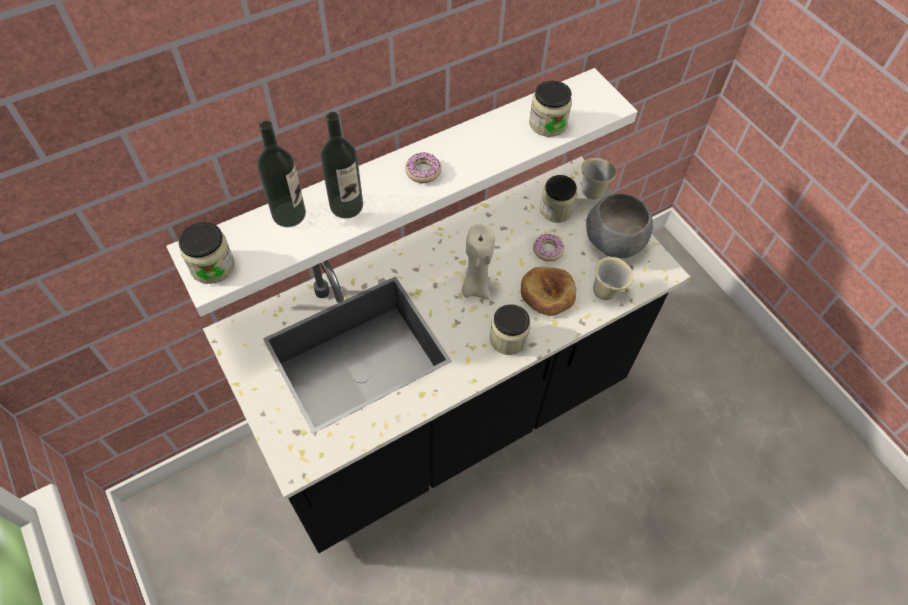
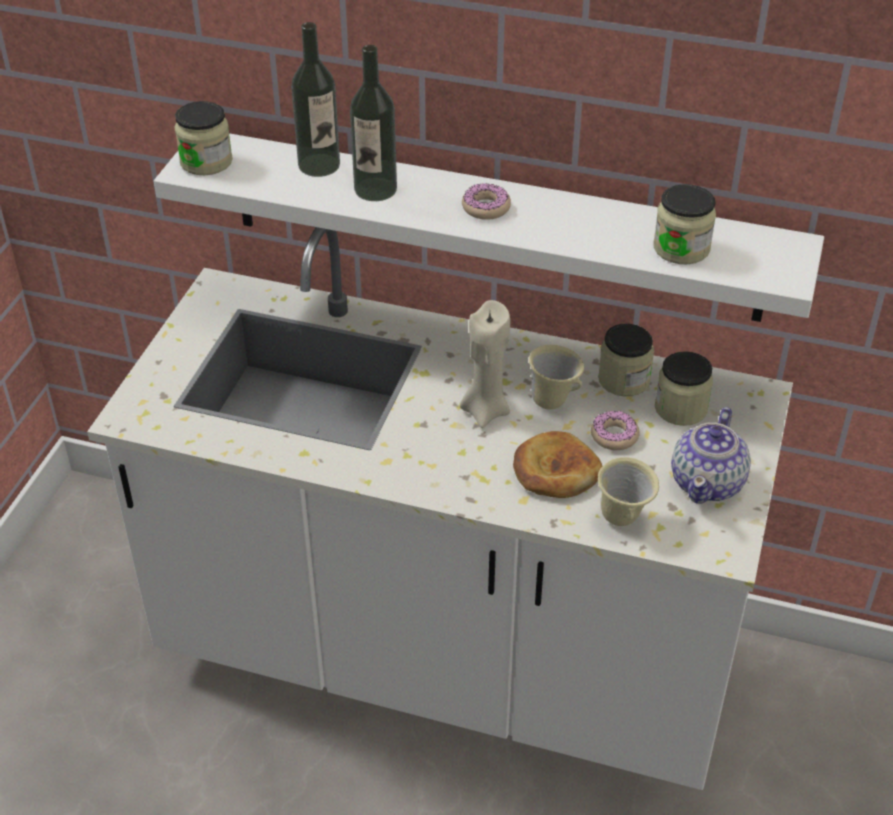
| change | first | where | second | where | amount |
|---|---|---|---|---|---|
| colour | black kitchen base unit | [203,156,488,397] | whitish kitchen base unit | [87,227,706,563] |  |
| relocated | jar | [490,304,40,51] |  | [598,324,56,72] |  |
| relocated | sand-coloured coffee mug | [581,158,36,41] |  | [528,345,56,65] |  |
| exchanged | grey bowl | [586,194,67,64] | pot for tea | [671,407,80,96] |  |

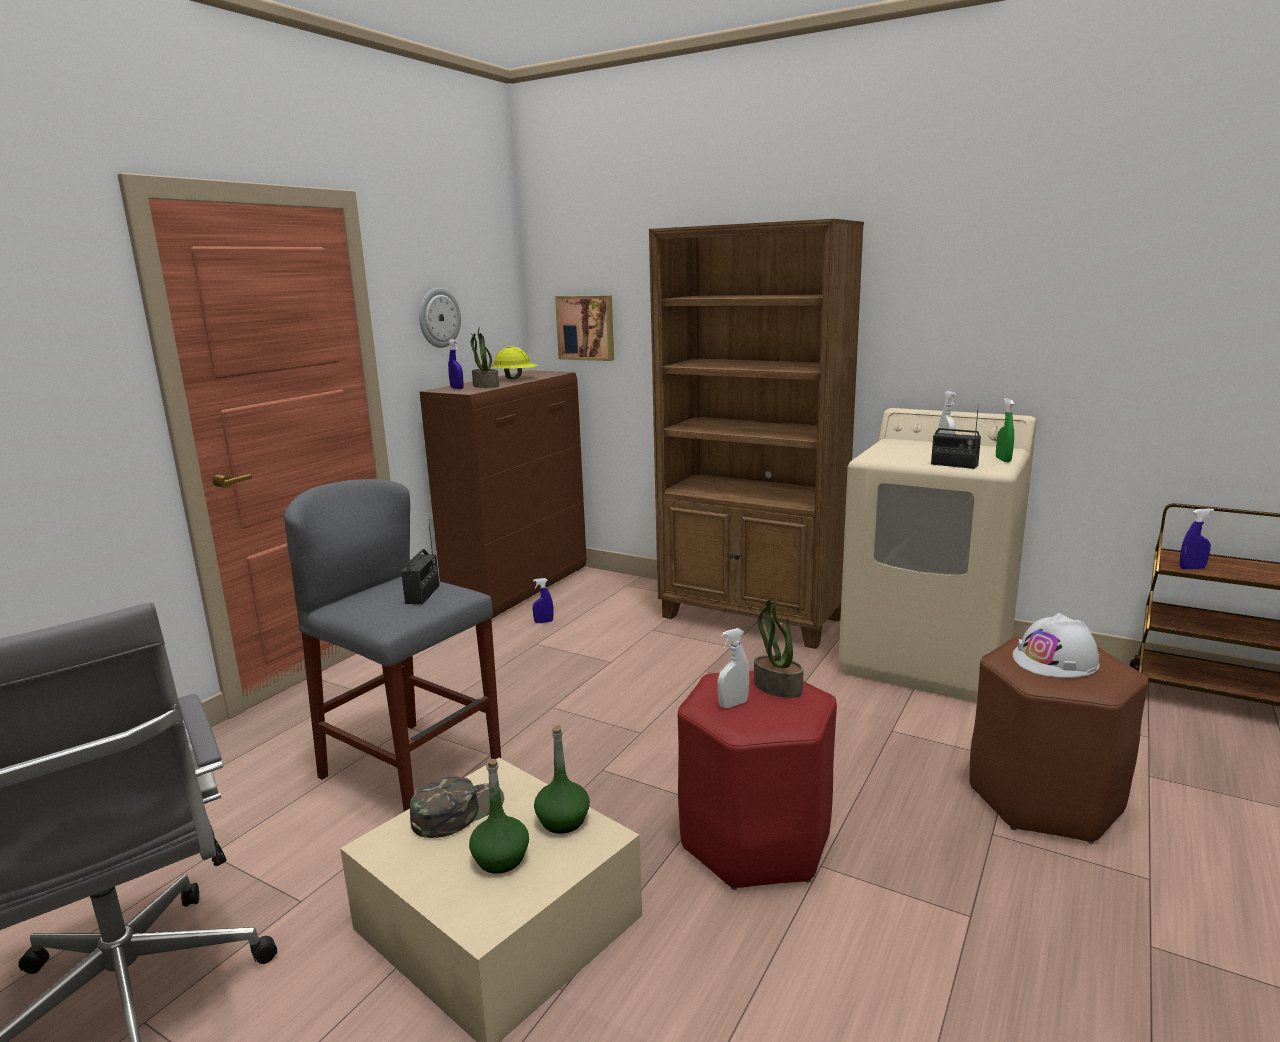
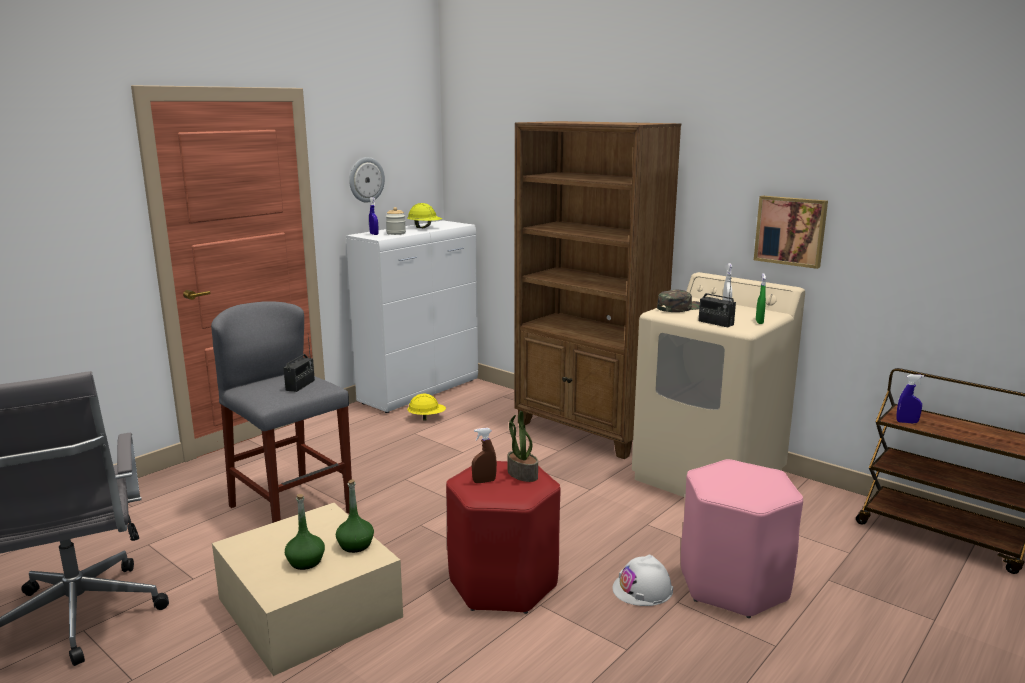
| change | first | where | second | where | amount |
|---|---|---|---|---|---|
| relocated | green cap | [410,776,94,62] |  | [657,289,43,23] |  |
| colour | brownish cupboard | [420,370,166,249] | whitish cupboard | [346,221,132,192] |  |
| exchanged | plant in a pot | [470,326,29,62] | jar | [386,207,20,28] |  |
| exchanged | blue-coloured sprayer | [533,578,20,45] | yellowish work helmet | [407,394,39,27] |  |
| relocated | wall picture | [555,295,59,66] |  | [754,196,74,73] |  |
| colour | whitish sprayer | [717,628,32,80] | brownish sprayer | [472,428,25,55] |  |
| colour | brownish stool | [969,636,179,208] | pinkish stool | [681,459,122,159] |  |
| relocated | whitish work helmet | [1012,613,87,65] |  | [612,555,61,51] |  |

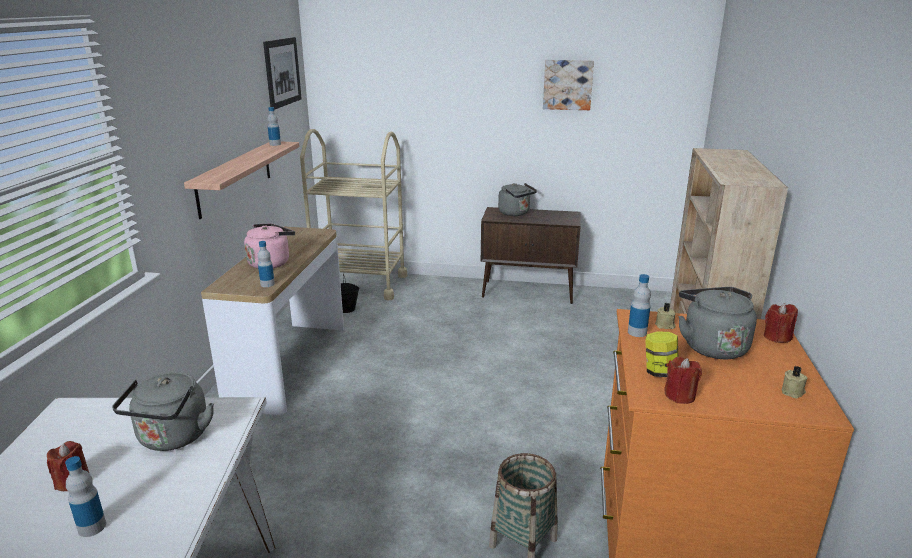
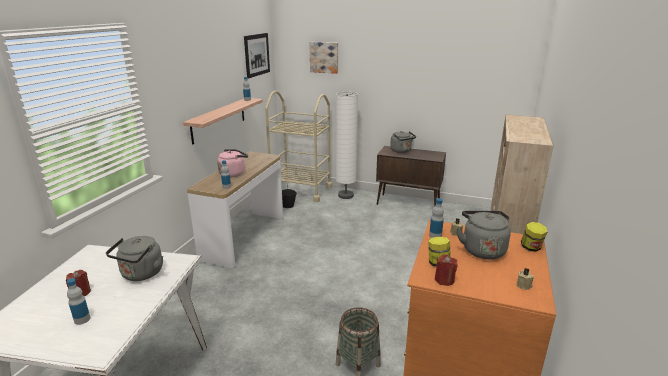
| change | first | where | second | where | amount |
|---|---|---|---|---|---|
| relocated | wall picture | [543,60,51,50] |  | [309,42,29,32] |  |
| exchanged | reddish wax candle | [764,303,34,40] | jar | [521,222,26,30] |  |
| appeared |  |  | whitish standard lamp | [336,92,22,107] |  |

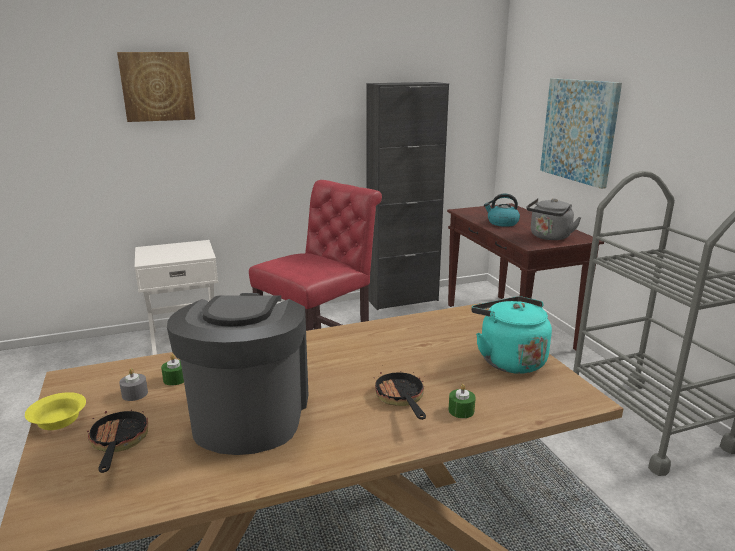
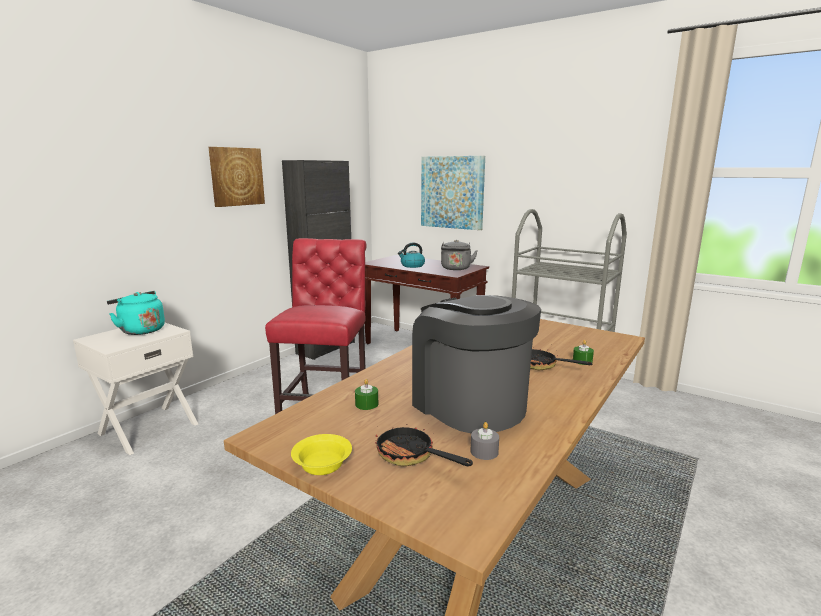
| change | first | where | second | where | amount |
|---|---|---|---|---|---|
| relocated | wall picture | [117,52,78,70] |  | [209,147,56,60] |  |
| relocated | grey wax candle | [119,368,29,33] |  | [471,422,28,38] |  |
| relocated | blue-green water kettle | [471,296,81,78] |  | [107,291,58,44] |  |

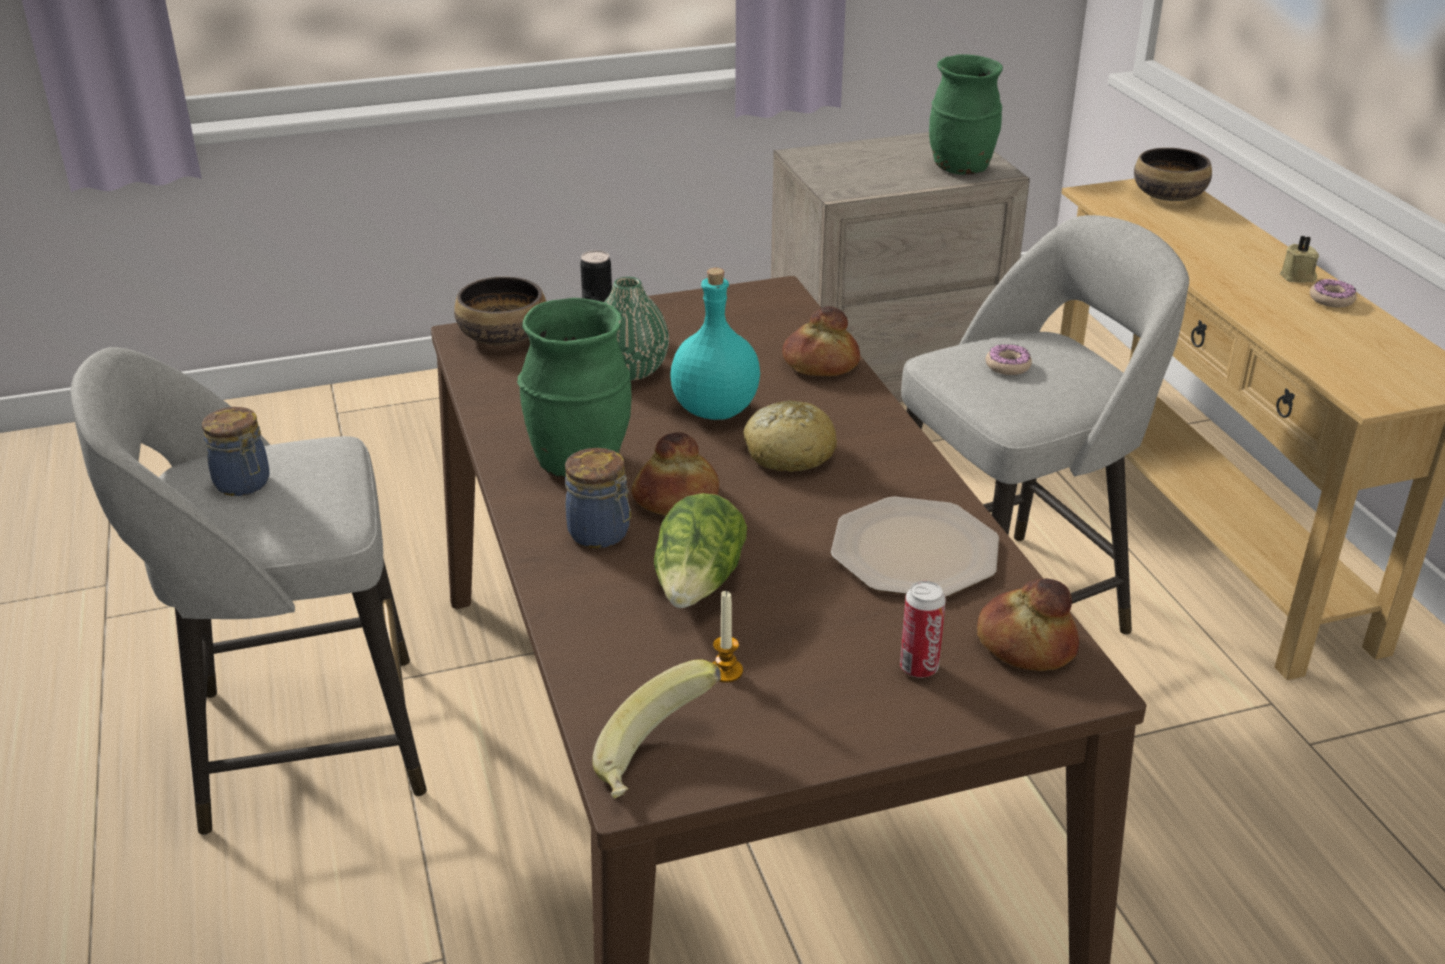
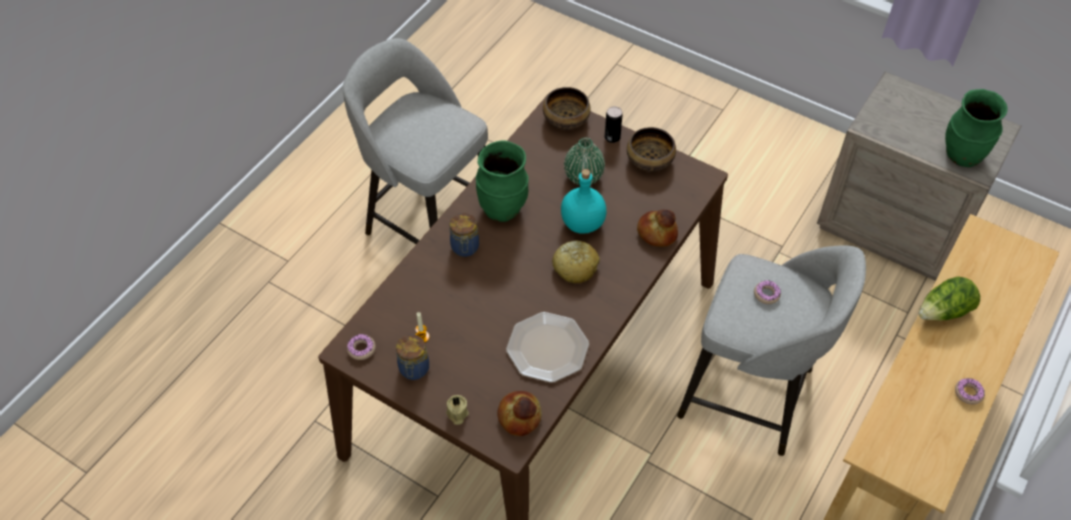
| change | first | where | second | where | amount |
|---|---|---|---|---|---|
| relocated | jar | [202,407,68,89] |  | [396,334,33,46] |  |
| exchanged | banana fruit | [592,659,129,140] | donut | [347,334,29,26] |  |
| missing | bread | [631,432,88,84] |  |  |  |
| relocated | lettuce head | [654,493,93,115] |  | [918,276,62,44] |  |
| missing | sealed can | [900,581,46,97] |  |  |  |
| relocated | bowl | [1134,148,78,53] |  | [627,127,49,45] |  |
| relocated | sand-coloured wax candle | [1280,236,39,47] |  | [446,395,23,30] |  |

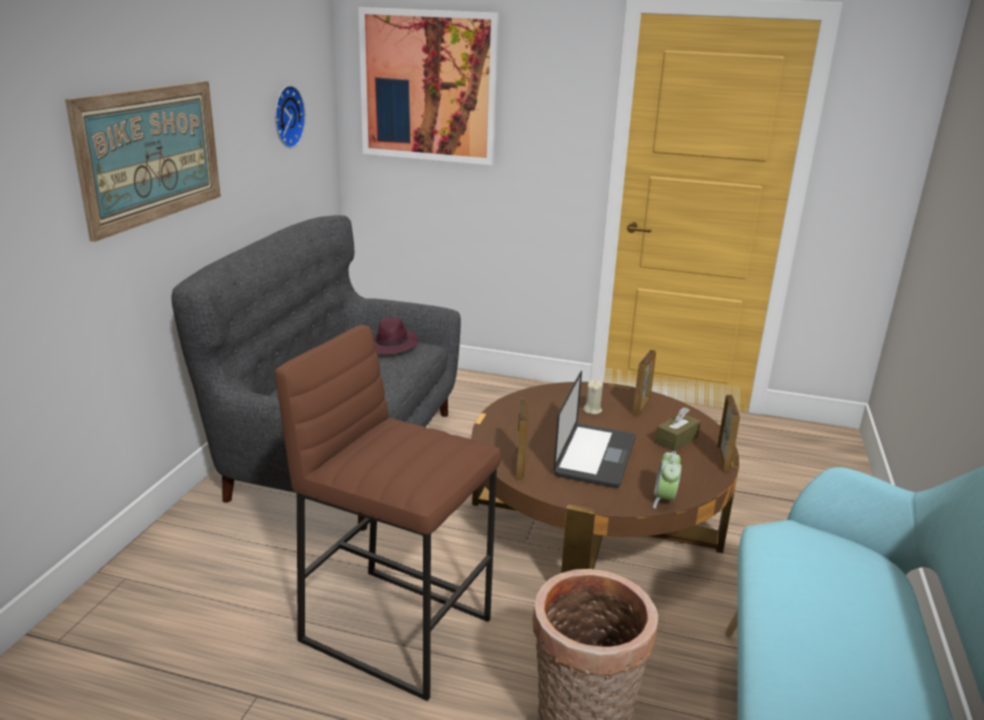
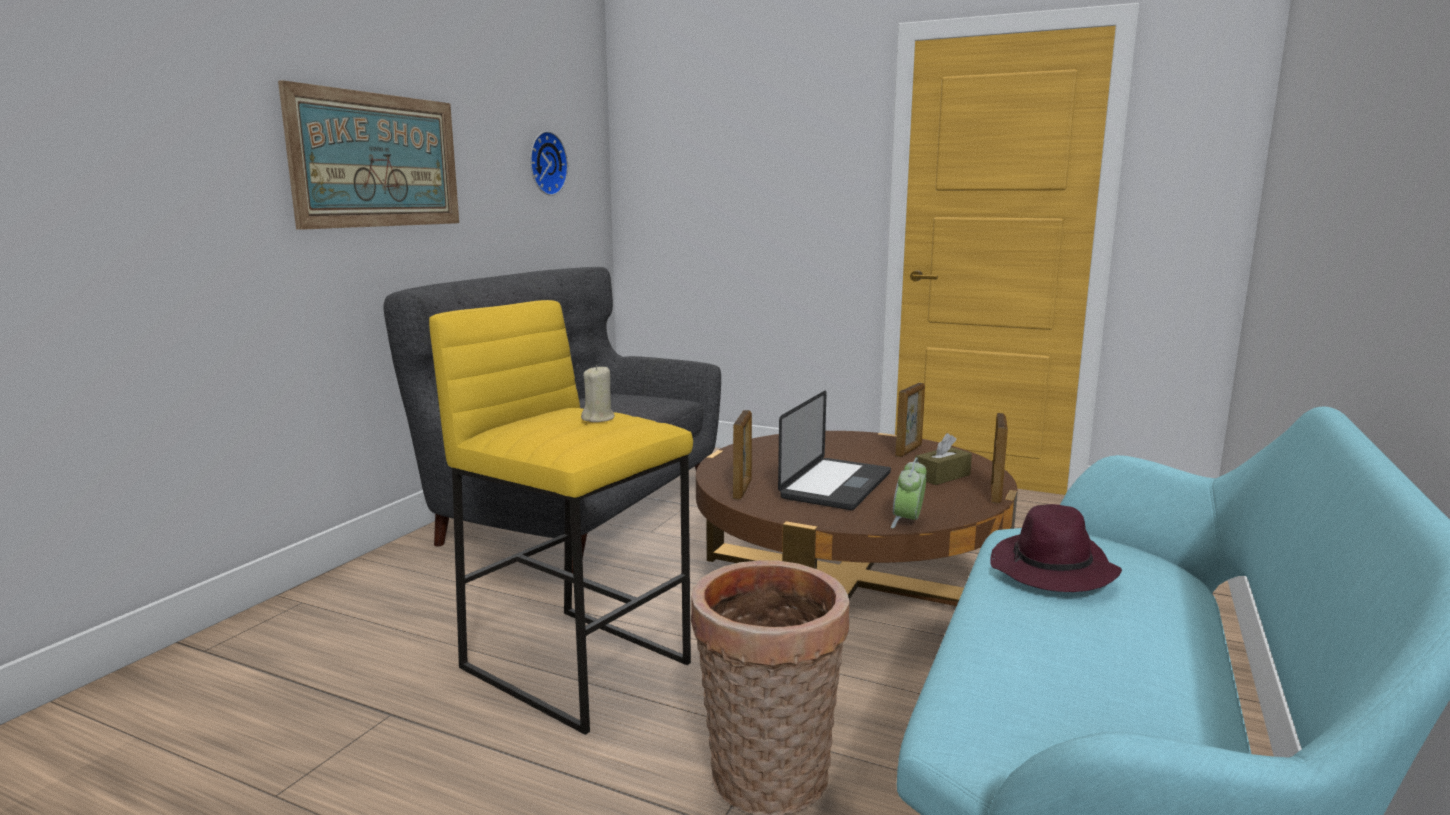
| change | first | where | second | where | amount |
|---|---|---|---|---|---|
| colour | brownish stool | [275,325,227,376] | yellowish stool | [429,300,264,435] |  |
| missing | wall picture | [358,7,141,158] |  |  |  |
| relocated | purple-coloured hat | [373,317,45,37] |  | [991,504,131,88] |  |
| relocated | sand-coloured wax candle | [583,380,20,35] |  | [581,365,34,57] |  |

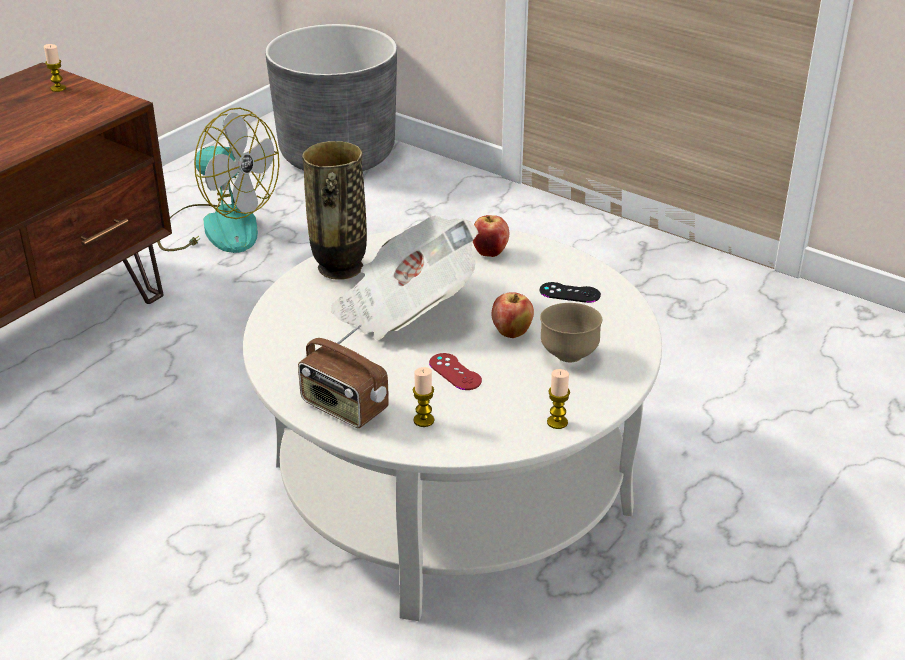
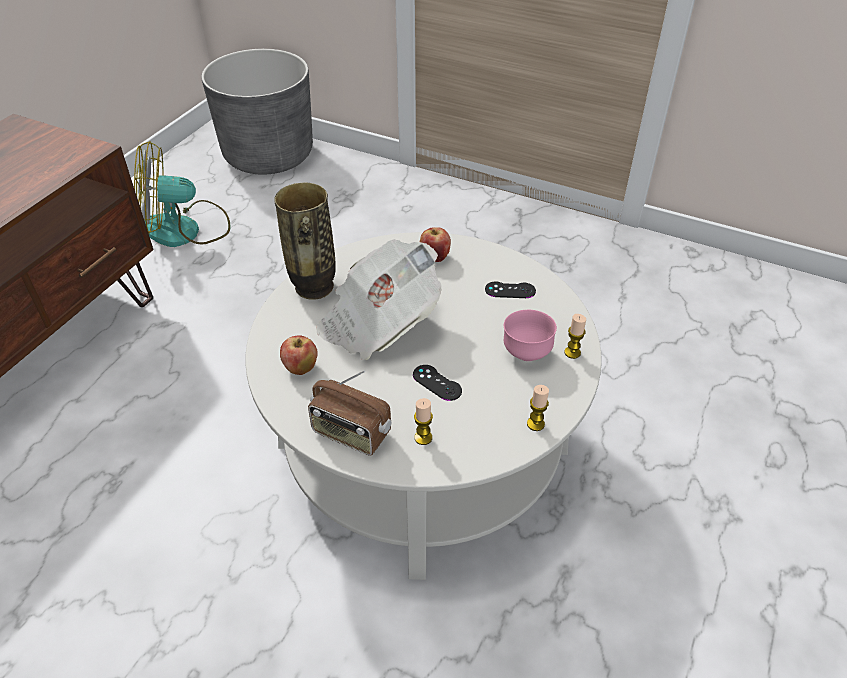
| change | first | where | second | where | amount |
|---|---|---|---|---|---|
| relocated | wax candle | [44,44,22,48] |  | [564,314,22,45] |  |
| spun | electric fan | [157,108,122,145] |  | [134,141,97,106] | 150 degrees clockwise |
| colour | reddish gamepad | [429,353,53,37] | black gamepad | [413,365,49,36] |  |
| relocated | apple | [492,292,42,46] |  | [280,335,38,40] |  |
| colour | brownish bowl | [540,303,62,59] | pinkish bowl | [504,310,53,51] |  |

